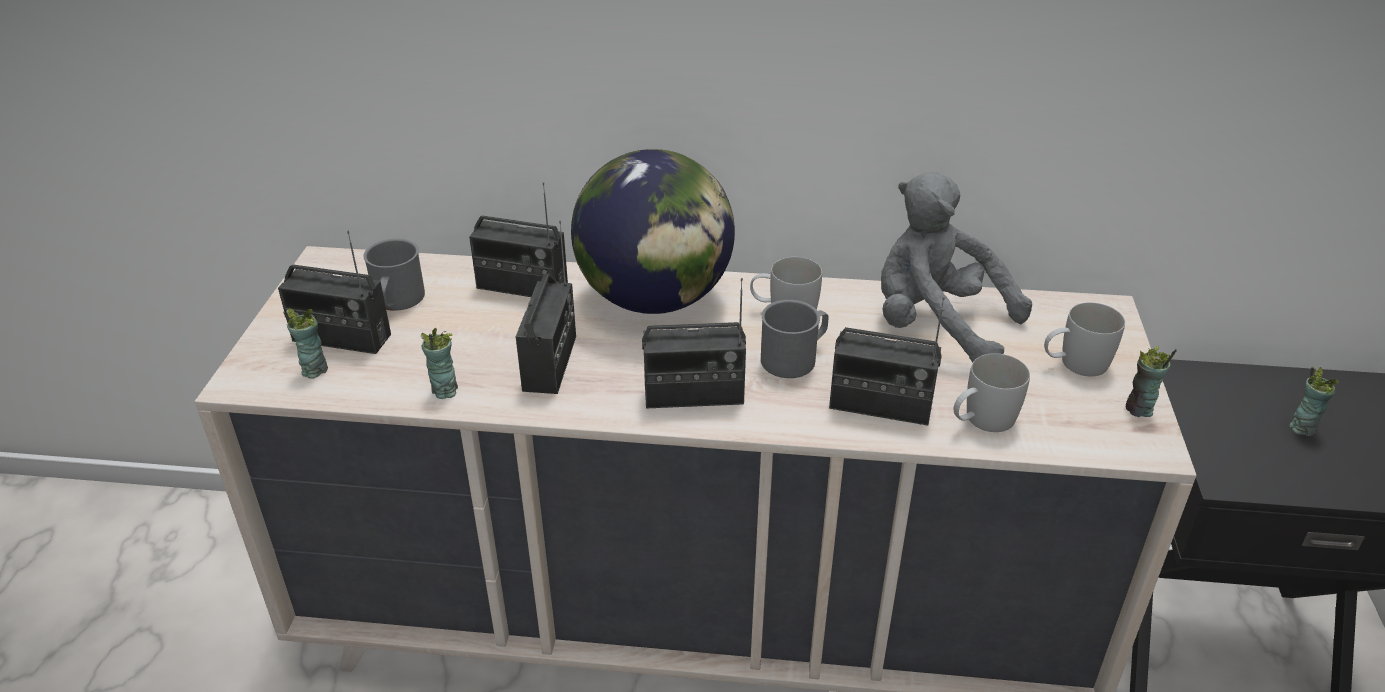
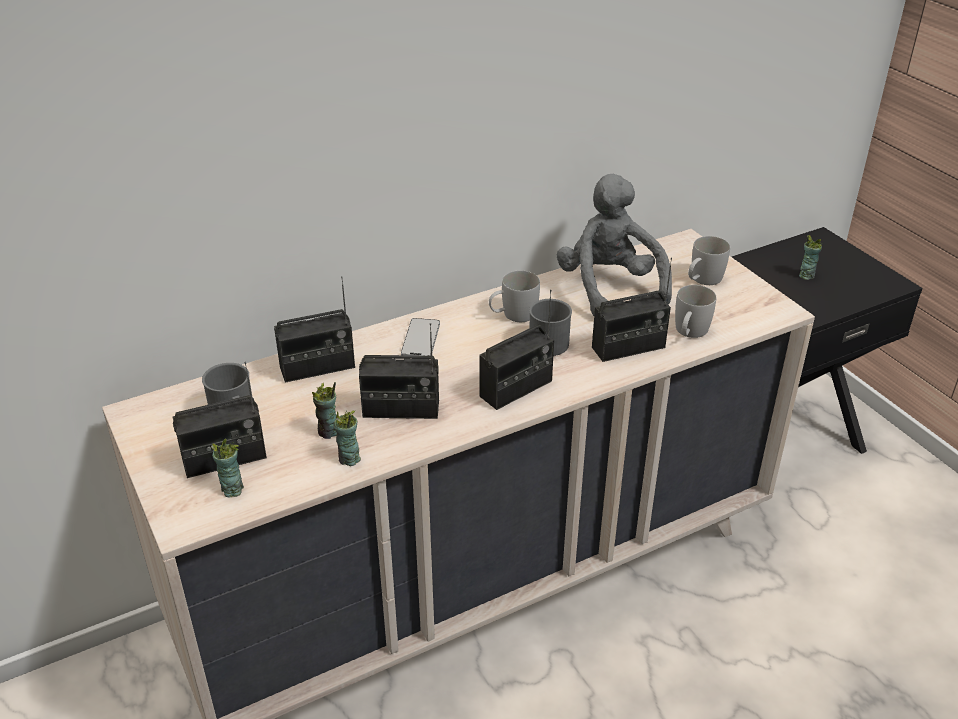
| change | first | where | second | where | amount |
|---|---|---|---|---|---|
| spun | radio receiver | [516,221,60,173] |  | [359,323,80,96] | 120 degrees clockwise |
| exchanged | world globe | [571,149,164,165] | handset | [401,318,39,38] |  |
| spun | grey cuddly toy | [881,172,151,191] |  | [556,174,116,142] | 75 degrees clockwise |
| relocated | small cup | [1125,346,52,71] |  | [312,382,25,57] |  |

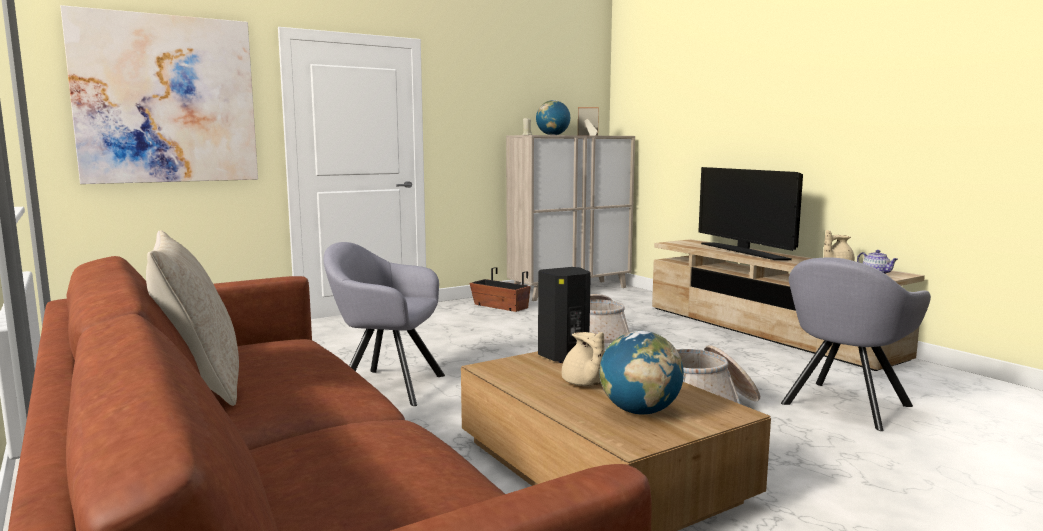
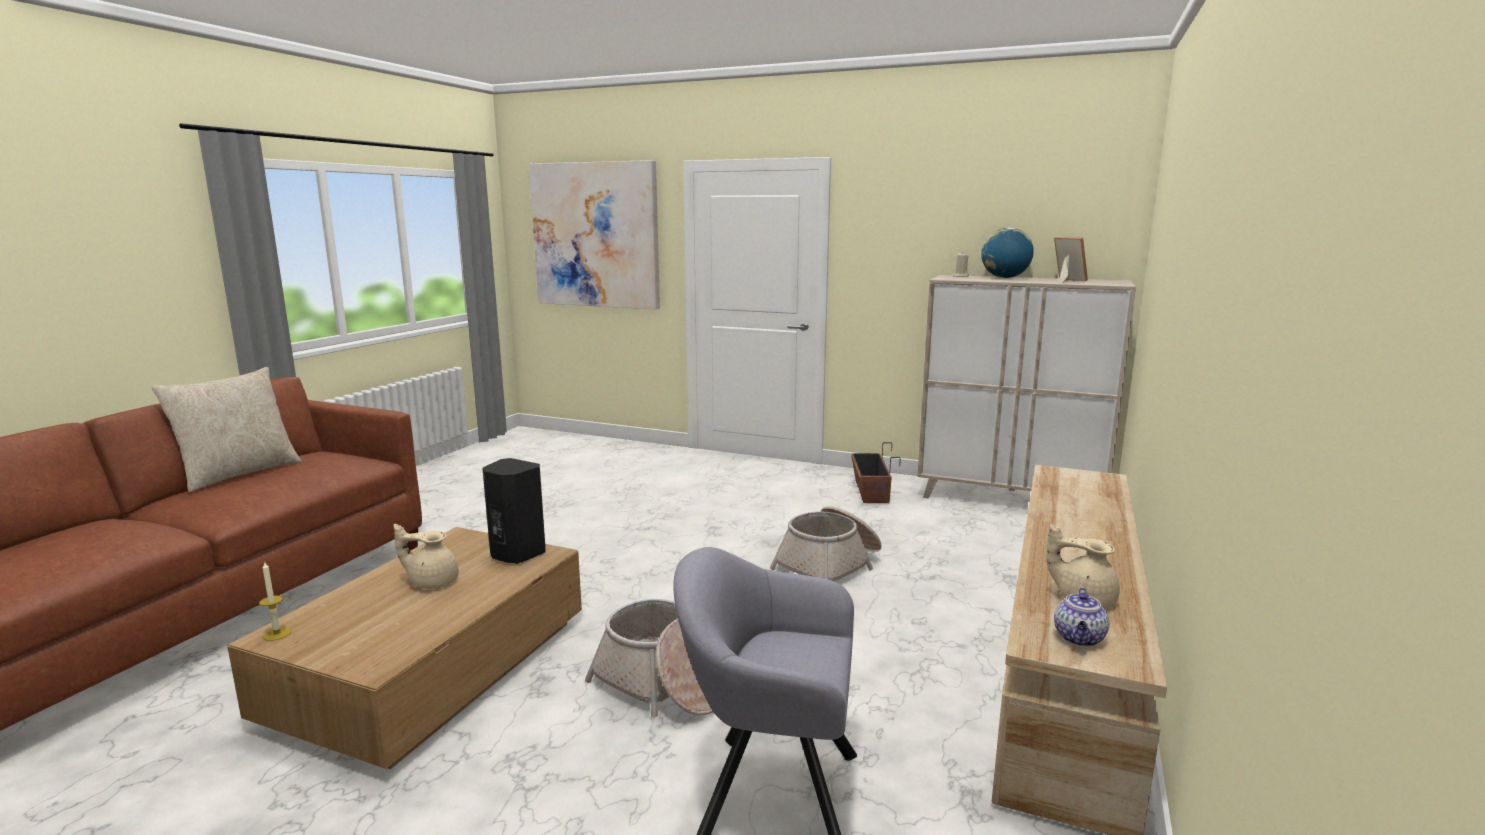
| change | first | where | second | where | amount |
|---|---|---|---|---|---|
| missing | grey lounge chair | [324,242,121,164] |  |  |  |
| spun | sand-coloured pot for tea | [562,332,43,54] |  | [393,524,66,65] | 60 degrees clockwise |
| missing | world globe | [599,331,85,84] |  |  |  |
| missing | television | [698,167,105,93] |  |  |  |
| appeared |  |  | wax candle | [259,561,32,80] |  |

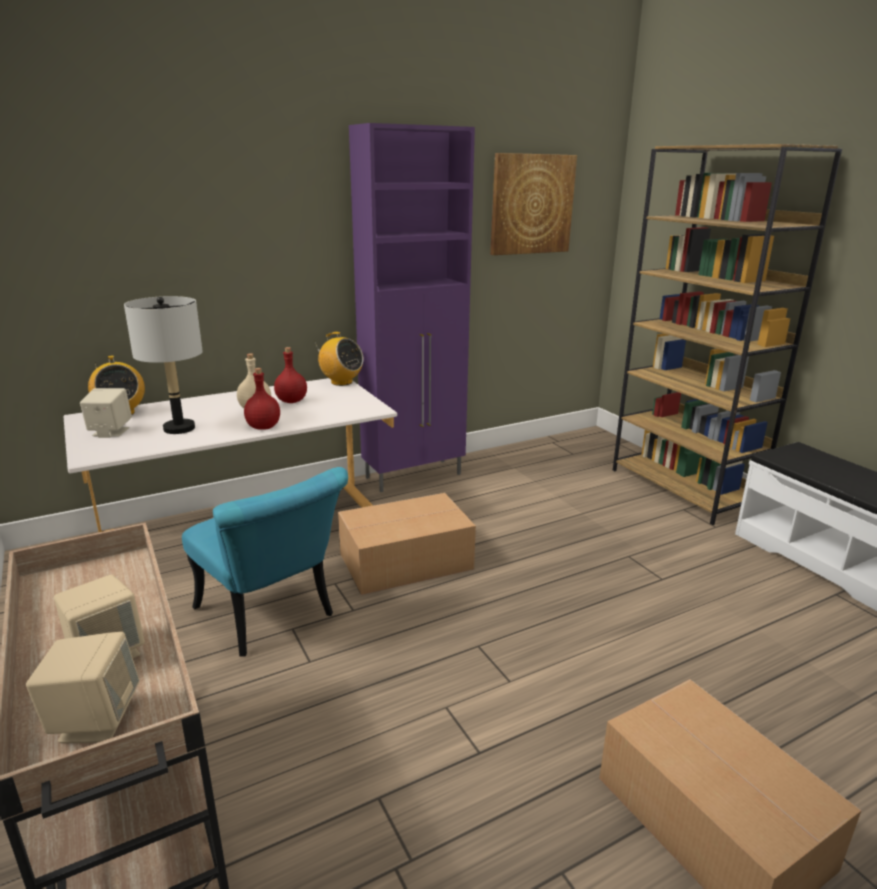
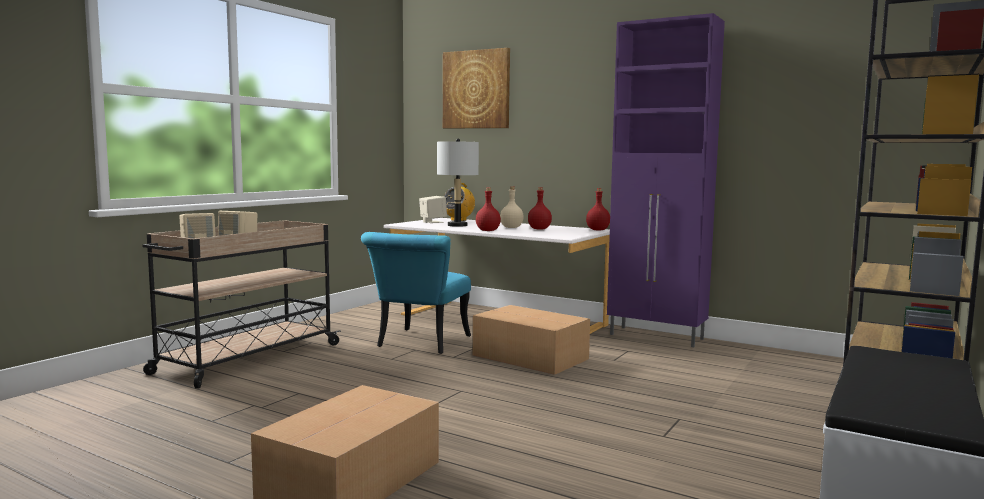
| change | first | where | second | where | amount |
|---|---|---|---|---|---|
| exchanged | radio receiver | [314,332,50,54] | reddish bottle | [586,188,24,42] |  |
| relocated | wall picture | [490,153,87,102] |  | [443,48,67,80] |  |

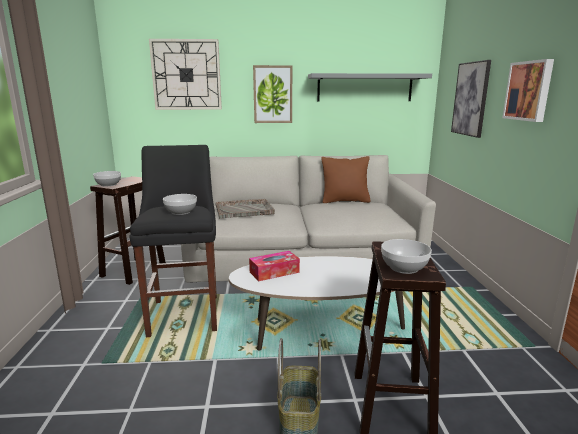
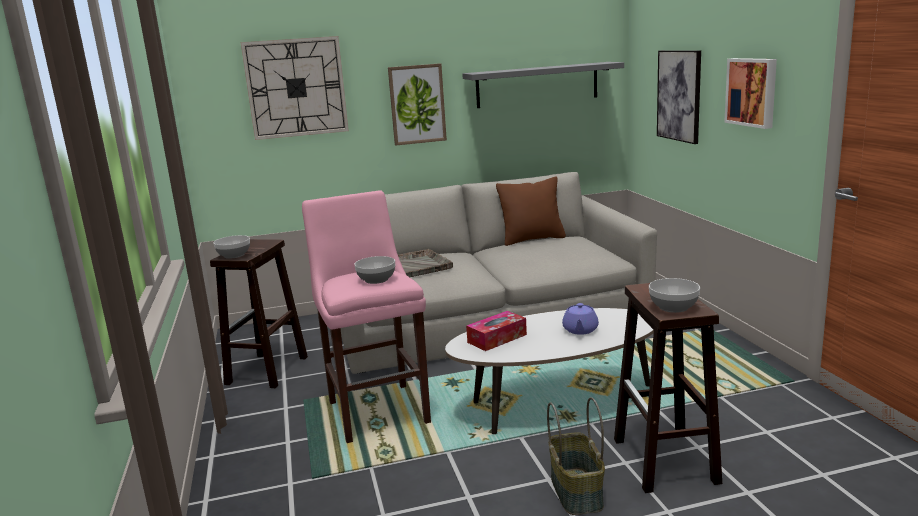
| change | first | where | second | where | amount |
|---|---|---|---|---|---|
| colour | black stool | [129,145,88,192] | pinkish stool | [302,190,129,253] |  |
| appeared |  |  | purple-coloured pot for tea | [562,303,37,32] |  |

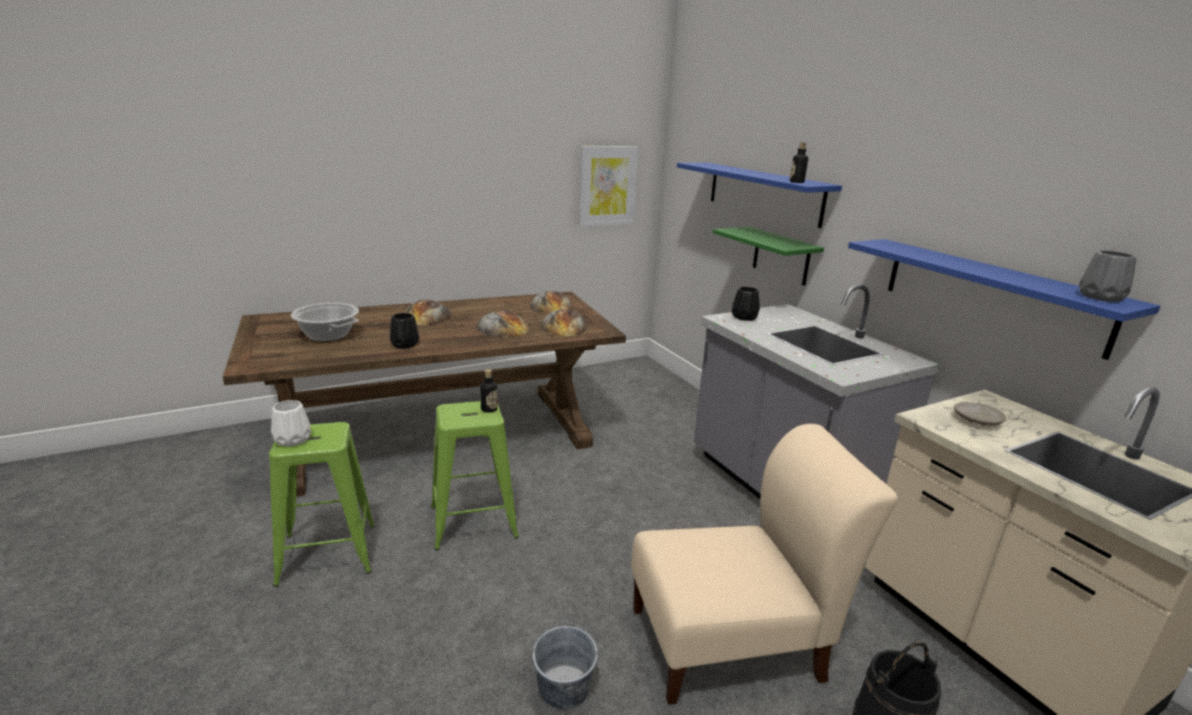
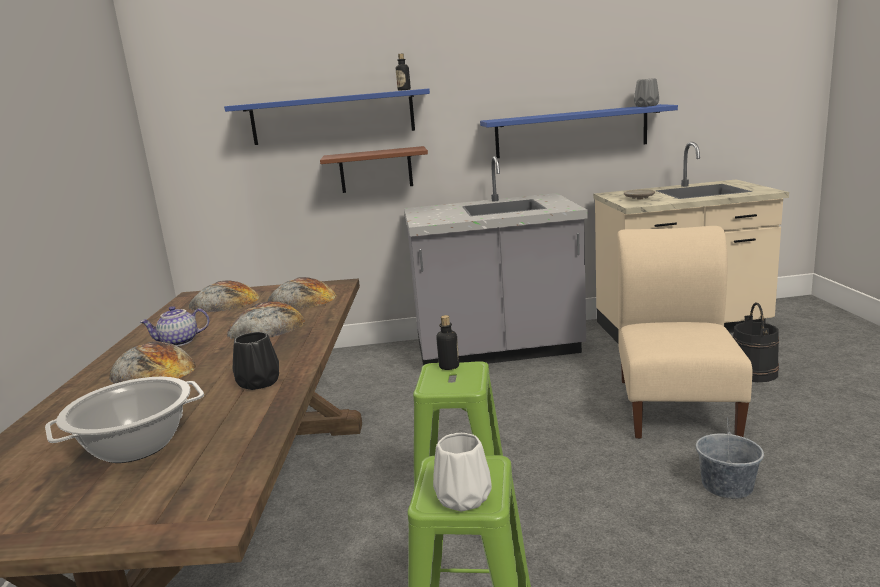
| change | first | where | second | where | amount |
|---|---|---|---|---|---|
| missing | wall picture | [578,146,61,81] |  |  |  |
| colour | green shelf | [712,227,112,59] | brownish shelf | [320,146,108,47] |  |
| missing | black flower vase | [732,287,28,34] |  |  |  |
| appeared |  |  | pot for tea | [139,306,70,40] |  |

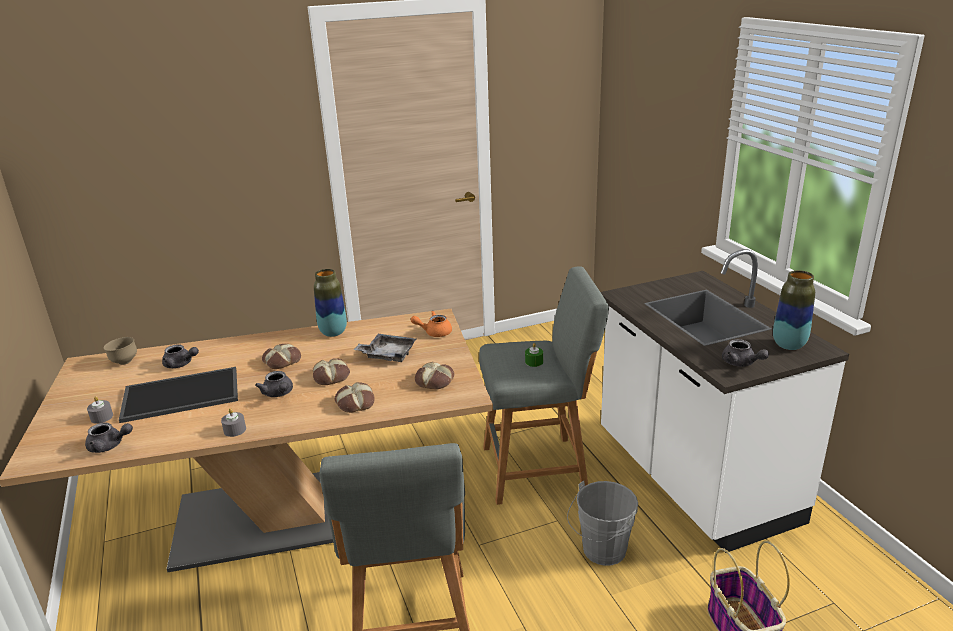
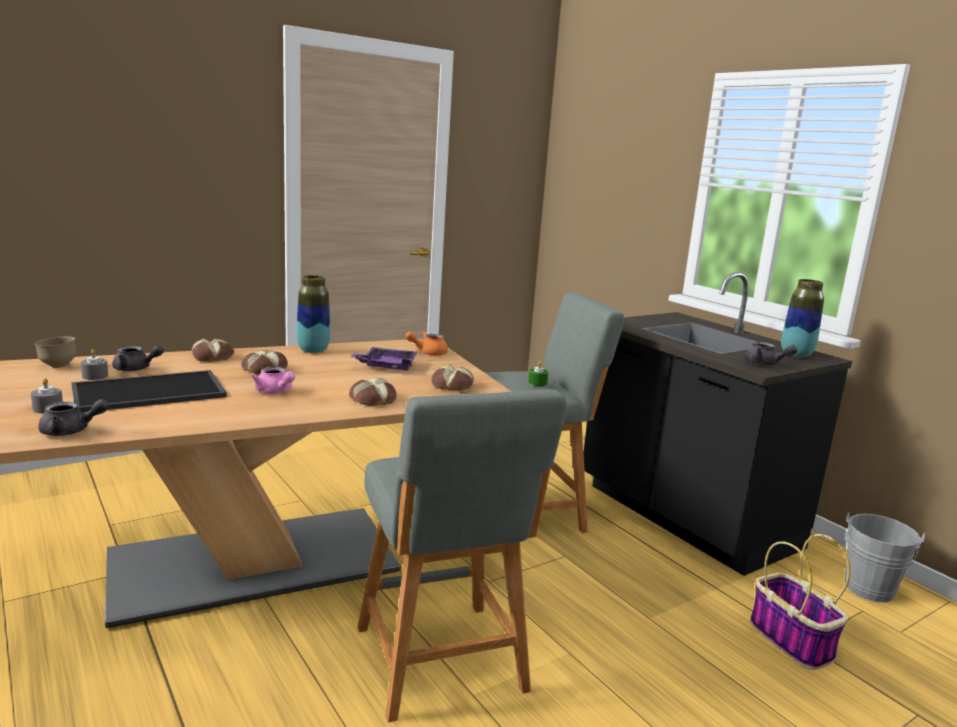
| change | first | where | second | where | amount |
|---|---|---|---|---|---|
| relocated | grey wax candle | [221,408,25,29] |  | [81,349,27,31] |  |
| colour | grey pot for tea | [255,371,38,26] | pinkish pot for tea | [251,367,44,27] |  |
| relocated | bread | [313,358,37,27] |  | [192,338,42,24] |  |
| colour | grey tray | [353,334,63,28] | purple-coloured tray | [351,347,66,24] |  |
| relocated | grey bucket | [567,480,71,86] |  | [844,512,81,91] |  |
| colour | whitish kitchen base unit | [601,249,248,304] | black kitchen base unit | [583,272,269,304] |  |

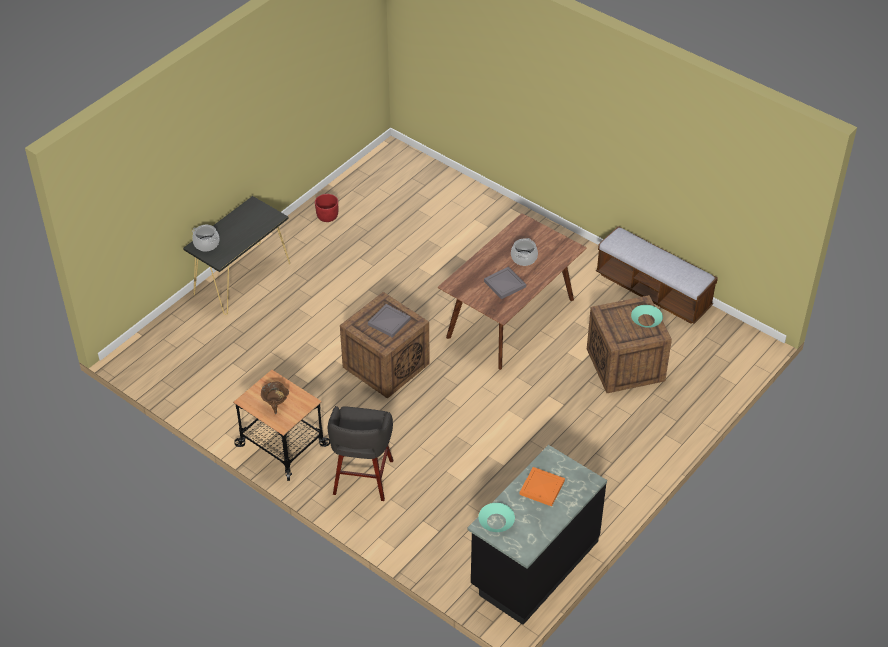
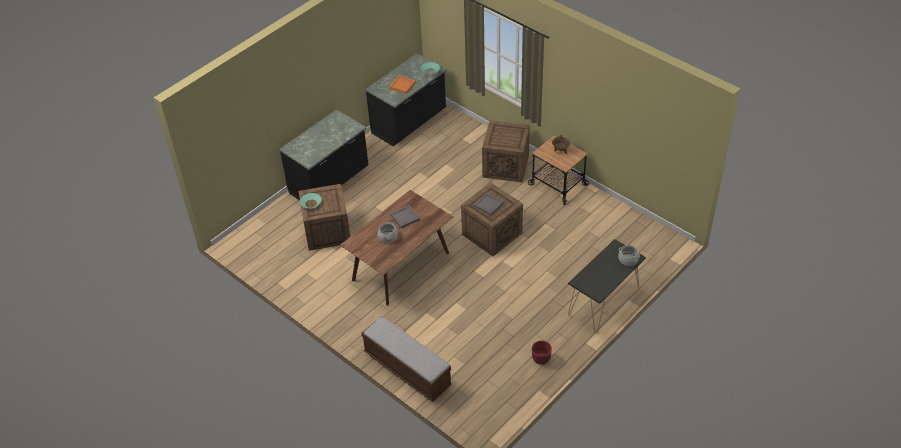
| change | first | where | second | where | amount |
|---|---|---|---|---|---|
| exchanged | grey stool | [328,406,65,95] | packing crate | [482,121,48,62] |  |
| relocated | bench | [596,226,122,98] |  | [361,317,91,85] |  |
| appeared |  |  | black kitchen base unit | [279,109,89,92] |  |

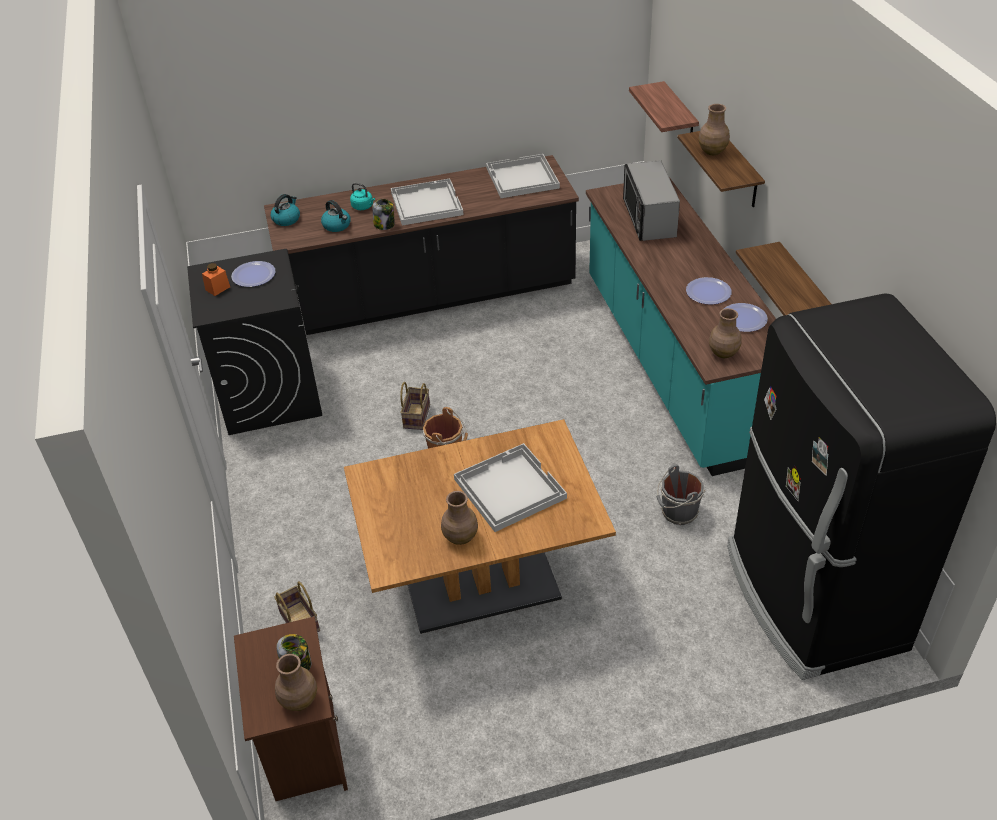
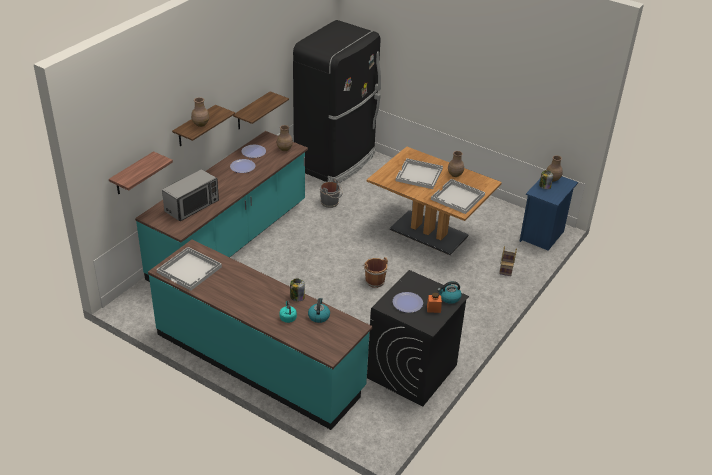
| change | first | where | second | where | amount |
|---|---|---|---|---|---|
| colour | brownish nightstand | [234,617,114,184] | blue-coloured nightstand | [520,176,58,75] |  |
| colour | black kitchen base unit | [264,155,315,180] | blue-green kitchen base unit | [148,240,225,190] |  |
| relocated | water kettle | [271,194,29,32] |  | [437,281,25,23] |  |
| relocated | whitish tray | [391,178,72,47] |  | [431,179,54,35] |  |
| missing | basket | [400,382,30,48] |  |  |  |

